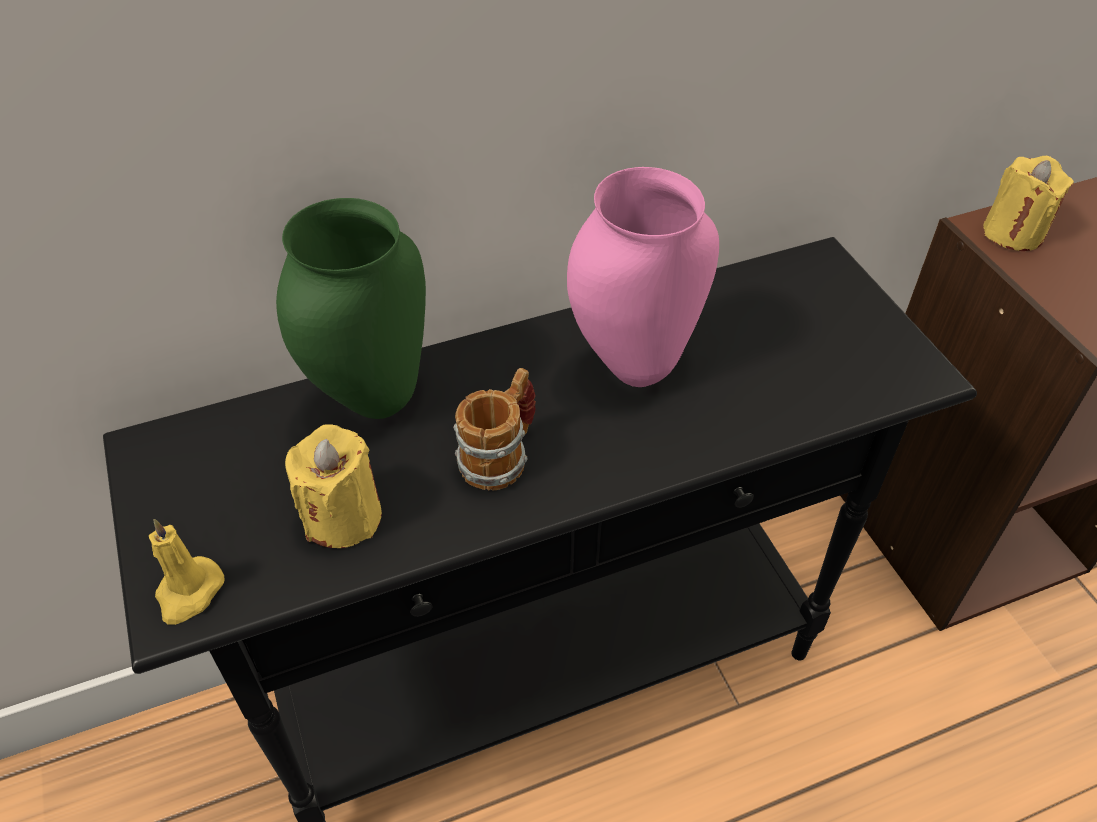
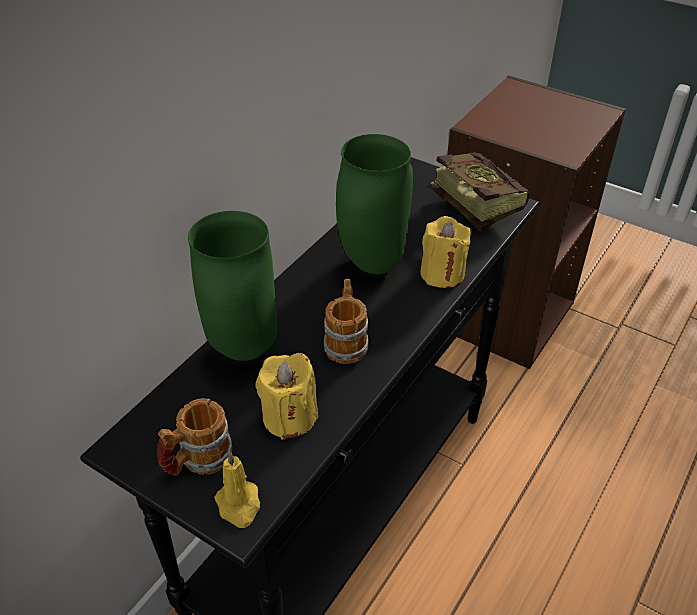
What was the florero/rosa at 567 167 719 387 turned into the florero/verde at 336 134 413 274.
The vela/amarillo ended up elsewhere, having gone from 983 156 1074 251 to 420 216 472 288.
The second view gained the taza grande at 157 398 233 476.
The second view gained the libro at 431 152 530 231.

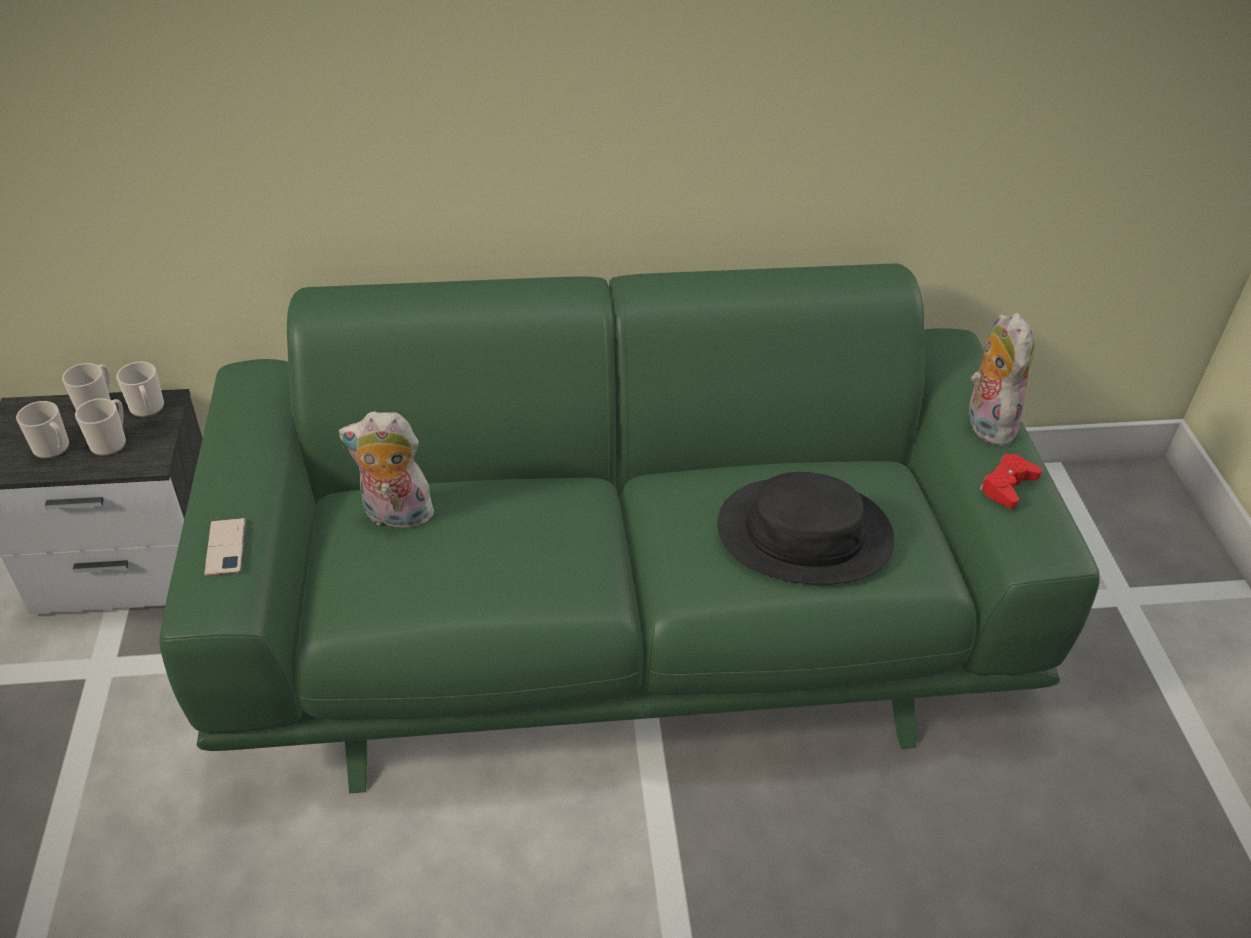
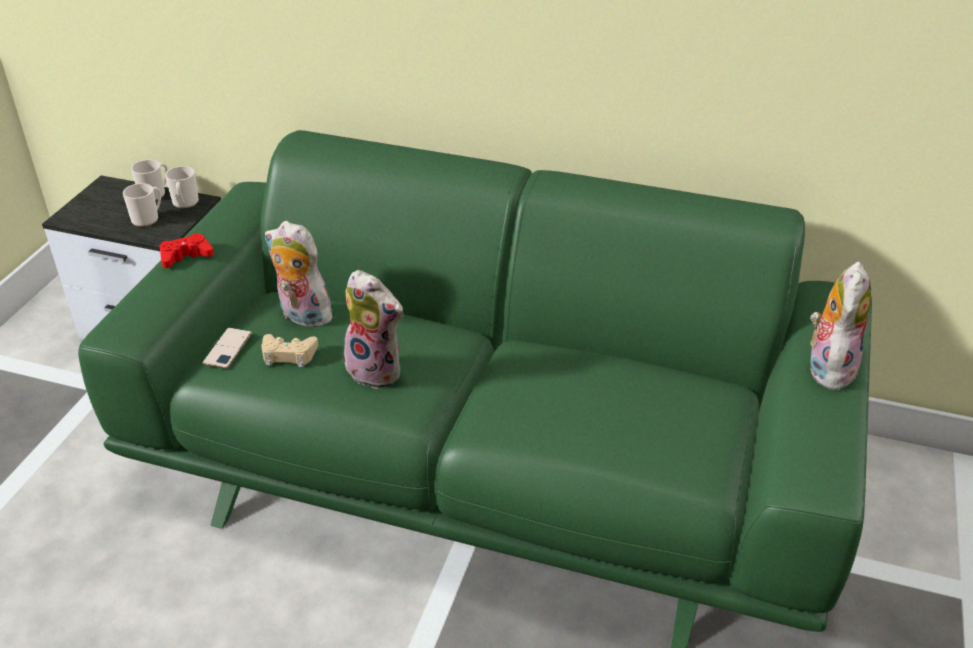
The second view lost the taza grande at 16 401 69 459.
The móvil ended up elsewhere, having gone from 204 518 246 576 to 203 328 252 369.
The second view lost the sombrero/negro at 718 472 894 585.
The mando de consola/rojo ended up elsewhere, having gone from 980 454 1042 509 to 160 233 214 268.
The second view gained the mando de consola/beis at 261 334 318 367.
The second view gained the peluche at 344 270 403 389.

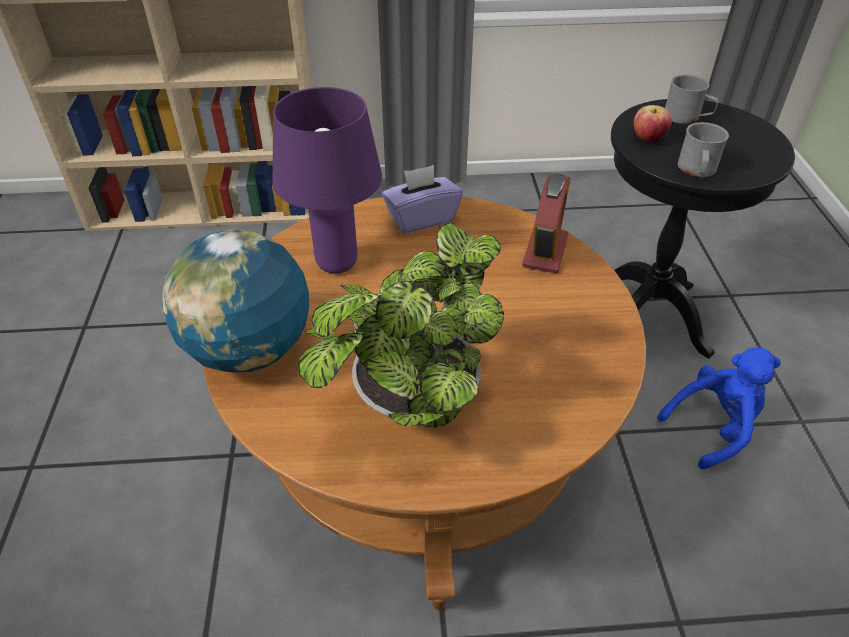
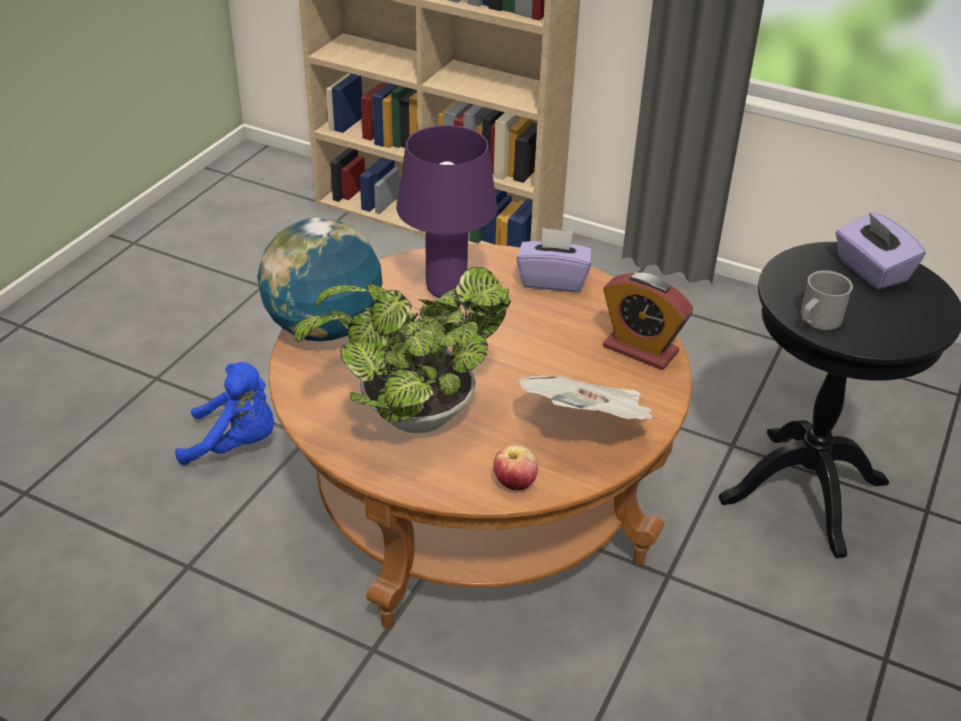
The despertador at 522 173 570 273 ended up facing another way, 75 degrees clockwise from before.
The manzana ended up elsewhere, having gone from 634 105 672 142 to 493 445 538 490.
The peluche/azul ended up elsewhere, having gone from 657 347 781 469 to 175 362 274 465.
Where the taza grande/gris stood at 665 74 719 124, the caja de pañuelos/morado came to stand at 835 212 926 290.
The second view gained the periódico at 519 375 655 420.

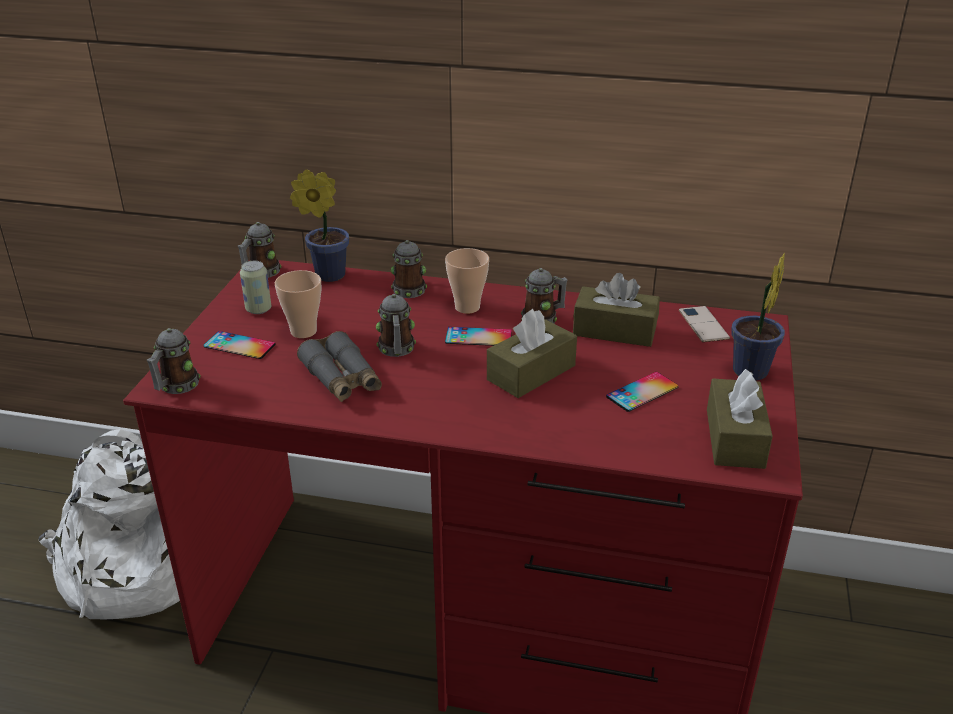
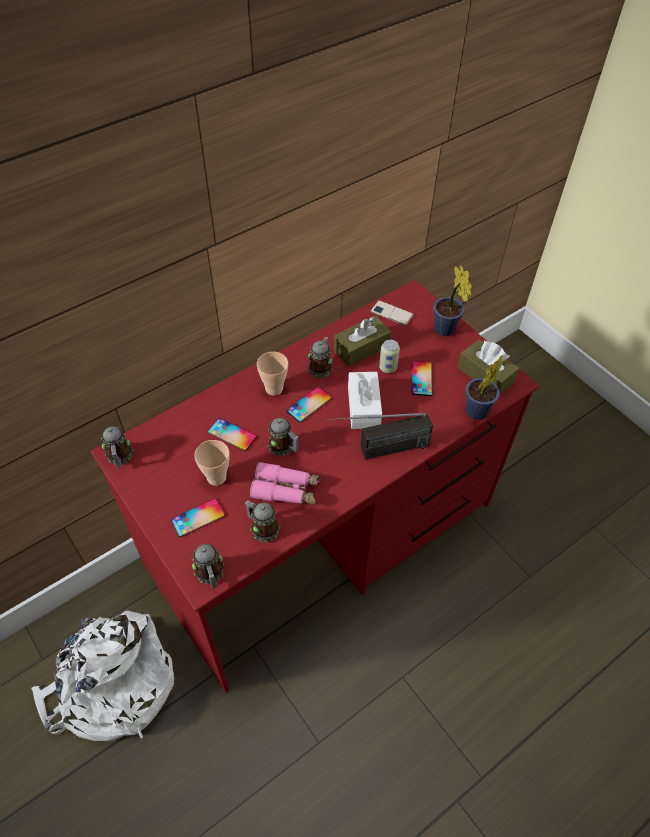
The lata ended up elsewhere, having gone from 240 261 271 314 to 379 340 400 373.
The planta en maceta ended up elsewhere, having gone from 290 169 349 282 to 465 355 504 420.
What was the prismáticos/gris at 297 331 382 402 turned into the prismáticos/rosa at 250 462 321 505.
The taza grande ended up elsewhere, having gone from 391 240 427 298 to 245 500 280 542.
What was the caja de pañuelos/marrón at 487 309 577 398 turned into the caja de pañuelos/blanco at 348 372 382 429.
The second view gained the móvil at 208 418 257 451.
The second view gained the radio at 326 413 433 460.

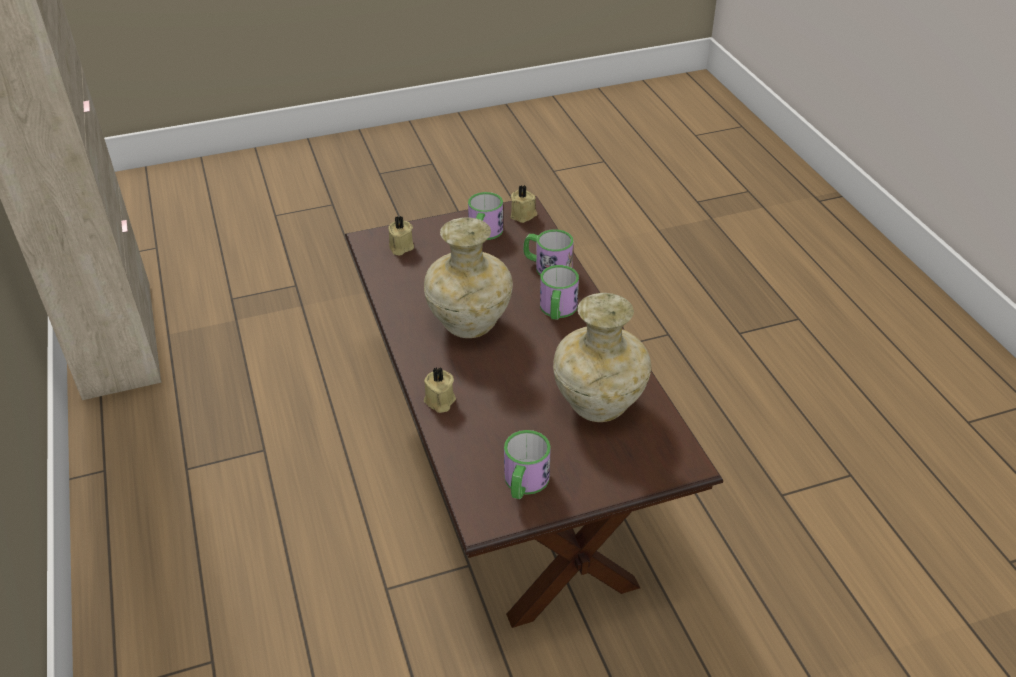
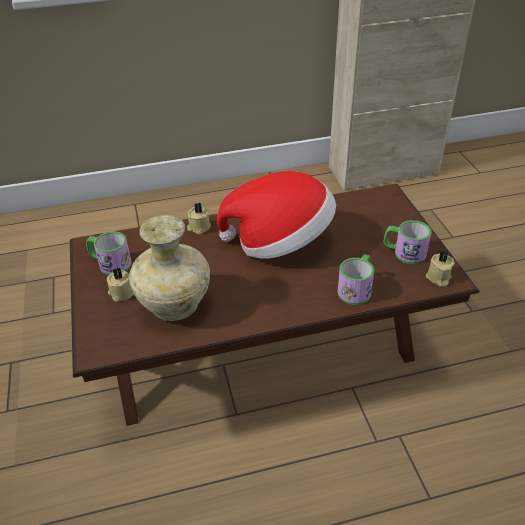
The vela/beis ended up elsewhere, having gone from 388 216 414 255 to 107 267 134 302.
Where the florero/beis stood at 424 217 513 338, the sombrero came to stand at 217 171 336 259.
The second view lost the taza grande at 540 265 579 320.

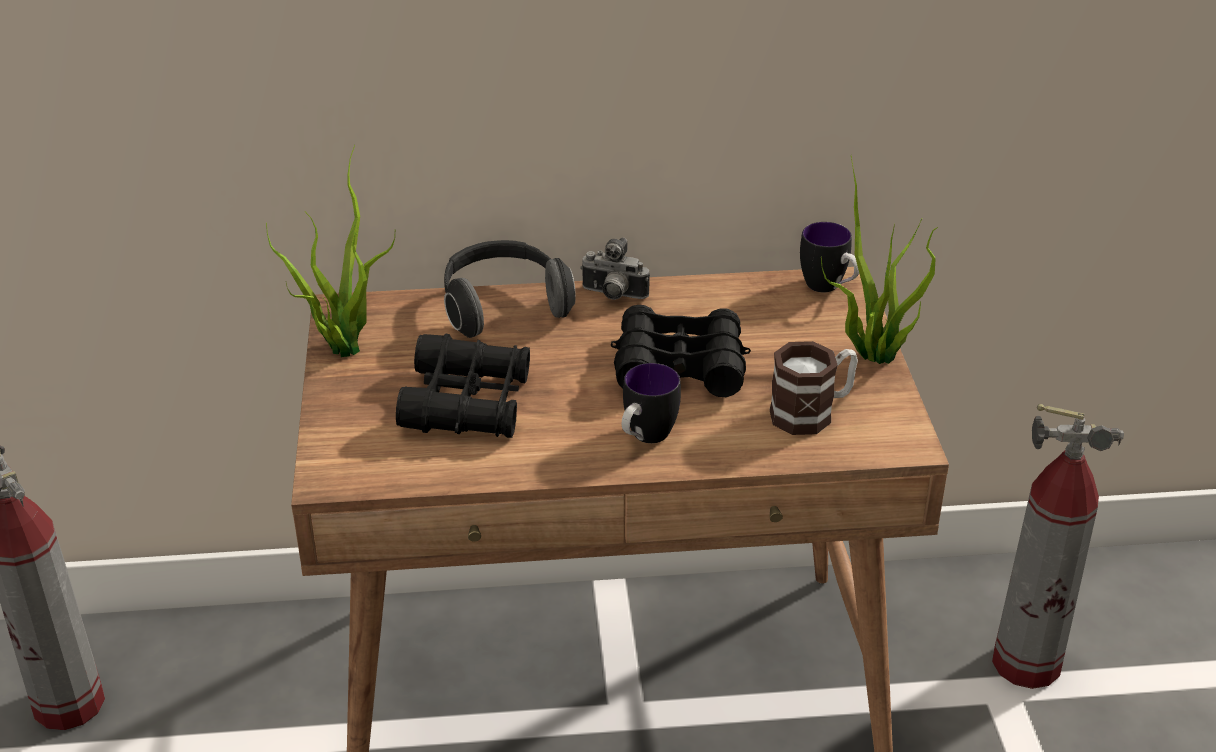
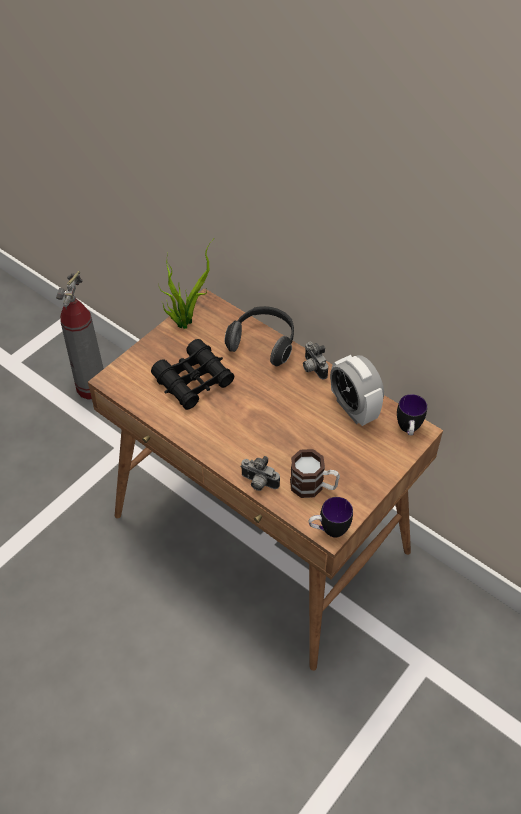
The second view lost the prismáticos/negro at 611 305 751 397.
The taza grande ended up elsewhere, having gone from 622 363 681 443 to 309 497 353 538.
The second view lost the planta en maceta at 821 156 938 364.
The second view lost the extintor at 992 404 1124 689.
The second view gained the cámara at 240 456 280 491.
The second view gained the despertador at 330 355 384 426.

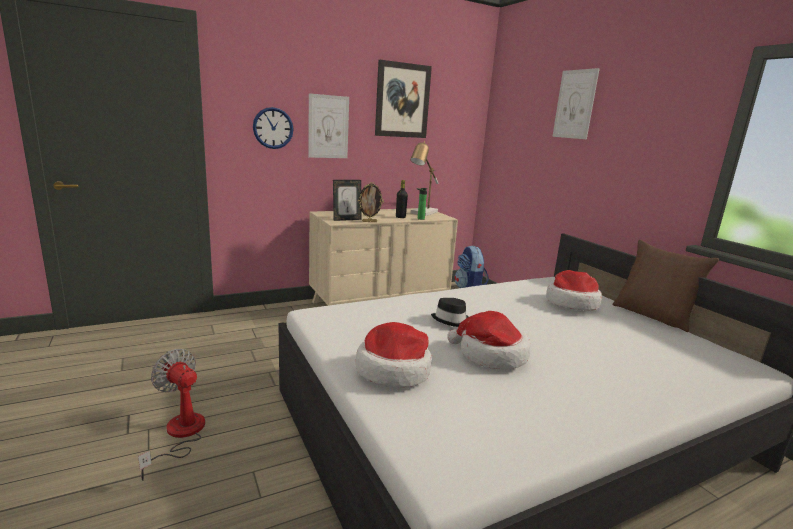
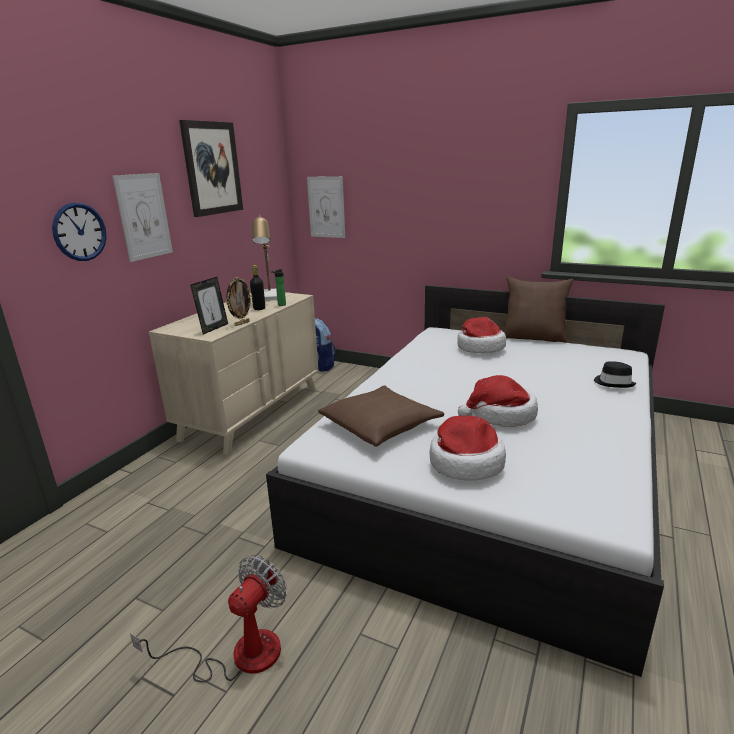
The ventilador at 138 349 205 481 ended up facing another way, 120 degrees clockwise from before.
The sombrero/negro ended up elsewhere, having gone from 431 298 469 327 to 594 362 636 388.
The cuadro ended up elsewhere, having gone from 552 68 600 139 to 307 176 345 238.
The second view gained the cojín/marrón at 318 385 444 447.

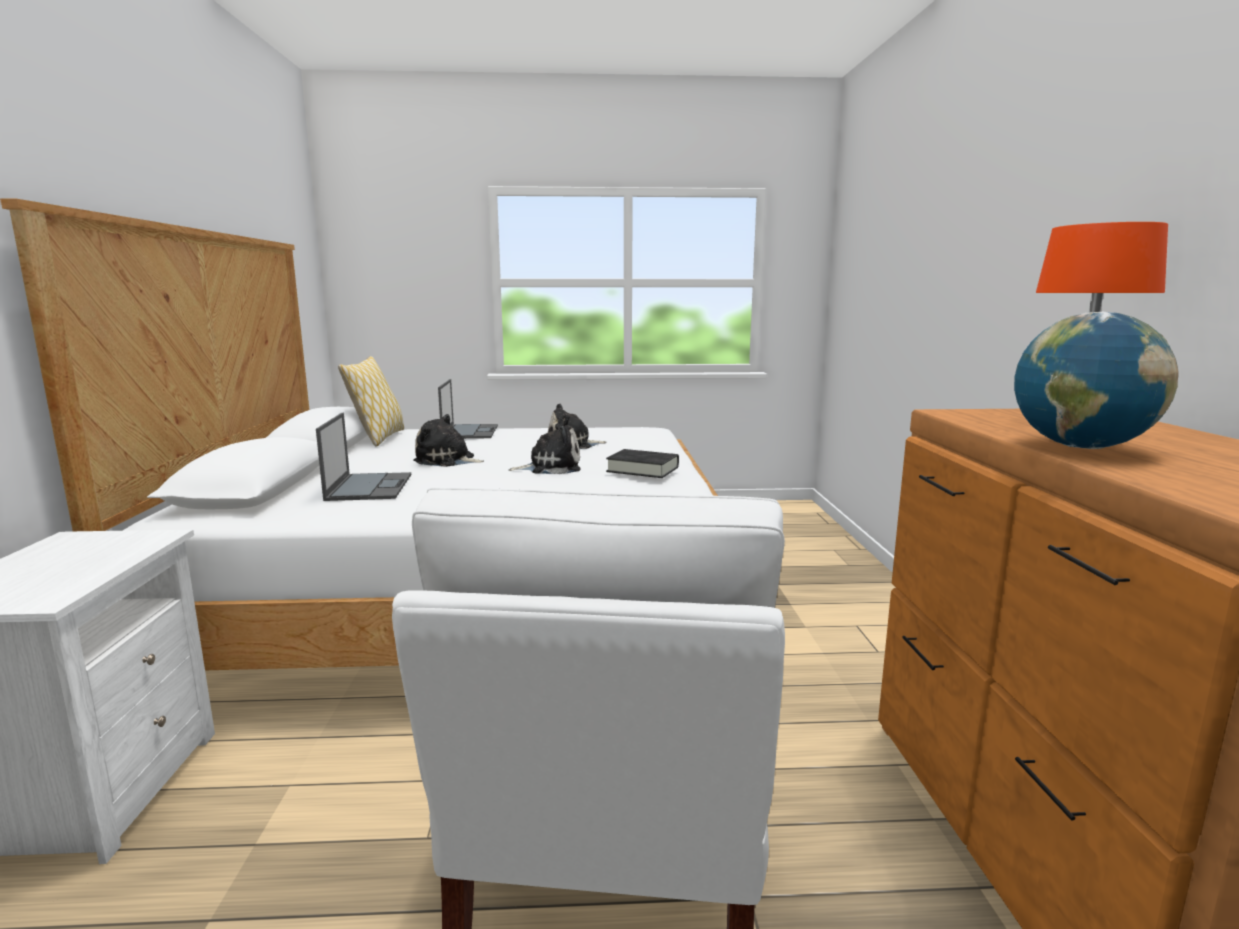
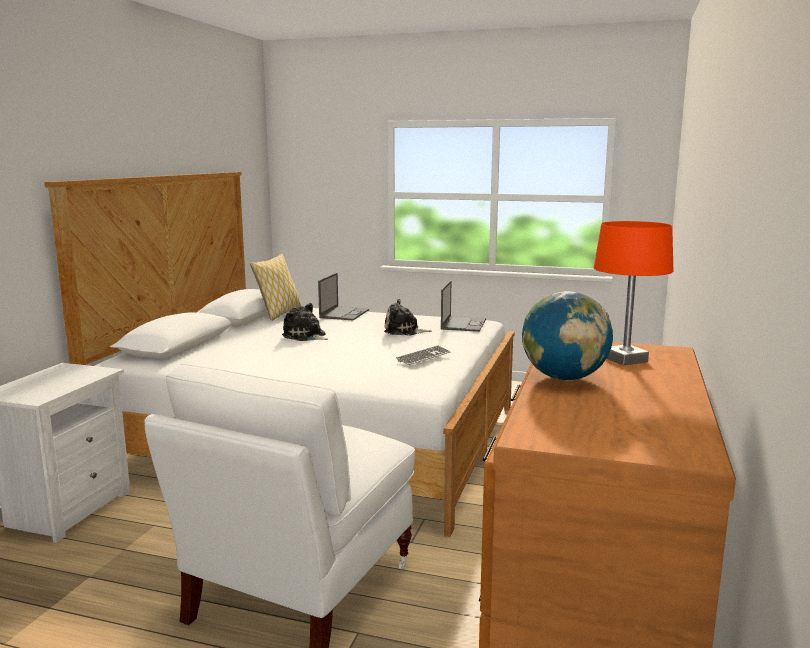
The portátil ended up elsewhere, having gone from 316 413 411 501 to 441 280 486 332.
The second view lost the peluche at 509 423 580 474.
Where the libro/negro stood at 606 449 679 478, the teclado came to stand at 396 345 451 365.

